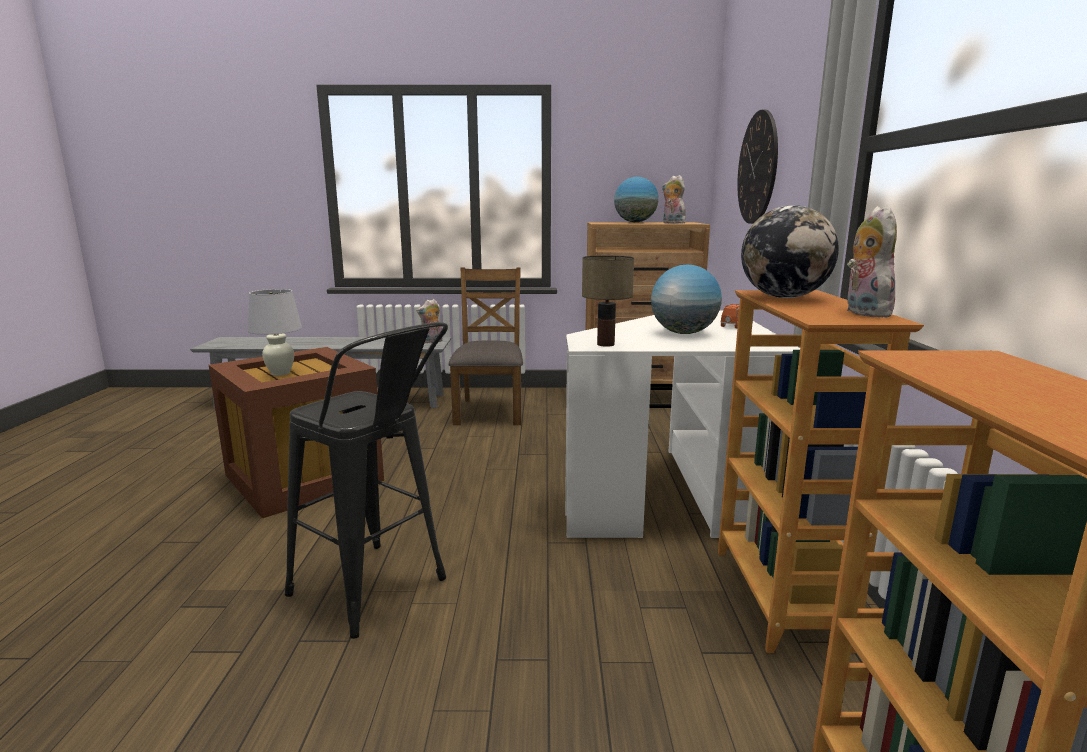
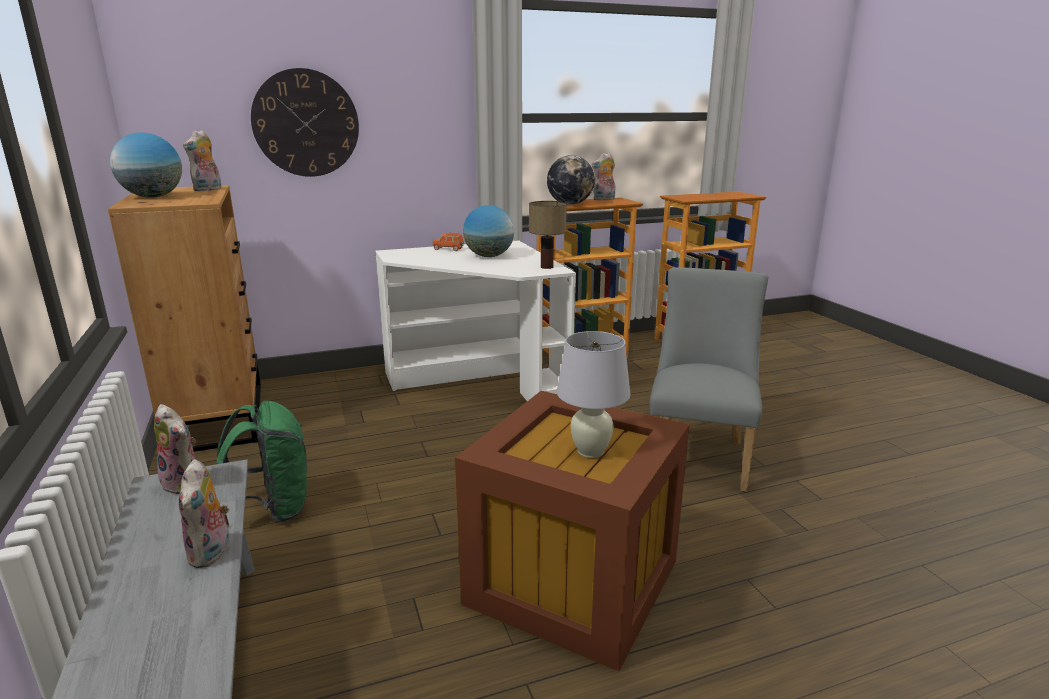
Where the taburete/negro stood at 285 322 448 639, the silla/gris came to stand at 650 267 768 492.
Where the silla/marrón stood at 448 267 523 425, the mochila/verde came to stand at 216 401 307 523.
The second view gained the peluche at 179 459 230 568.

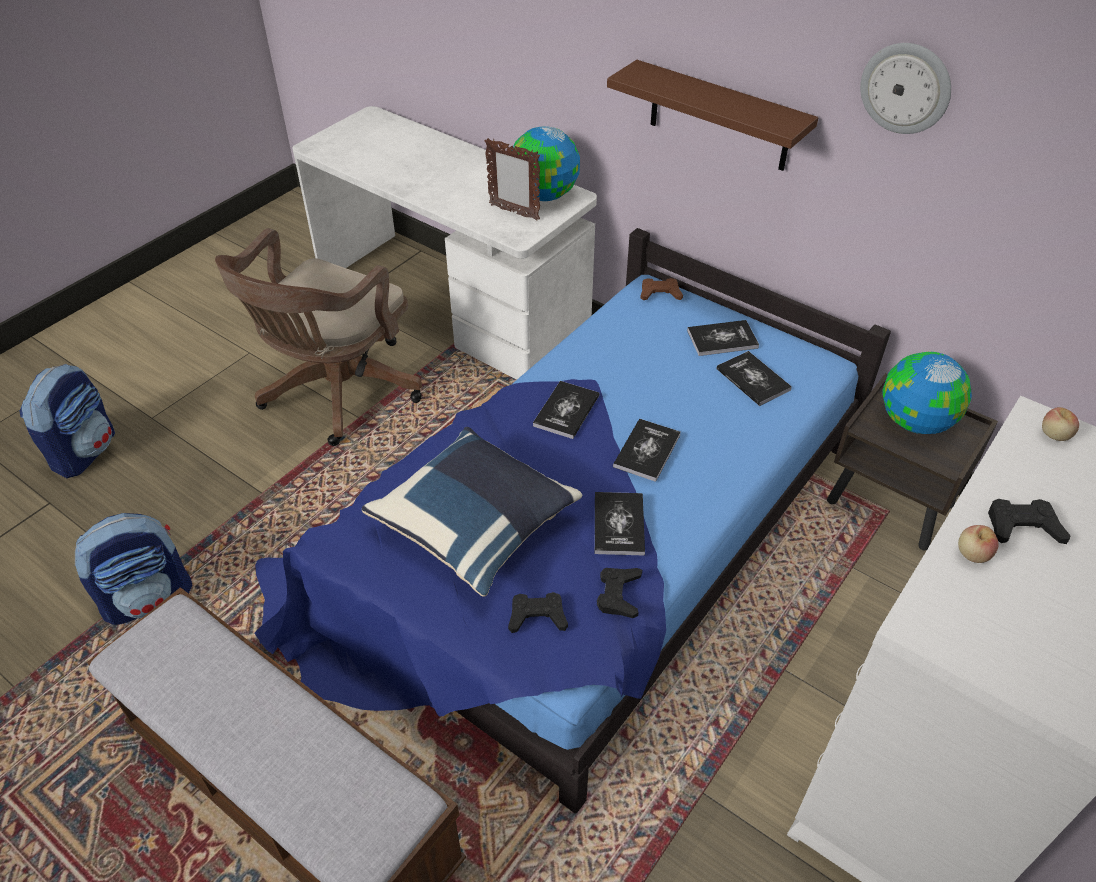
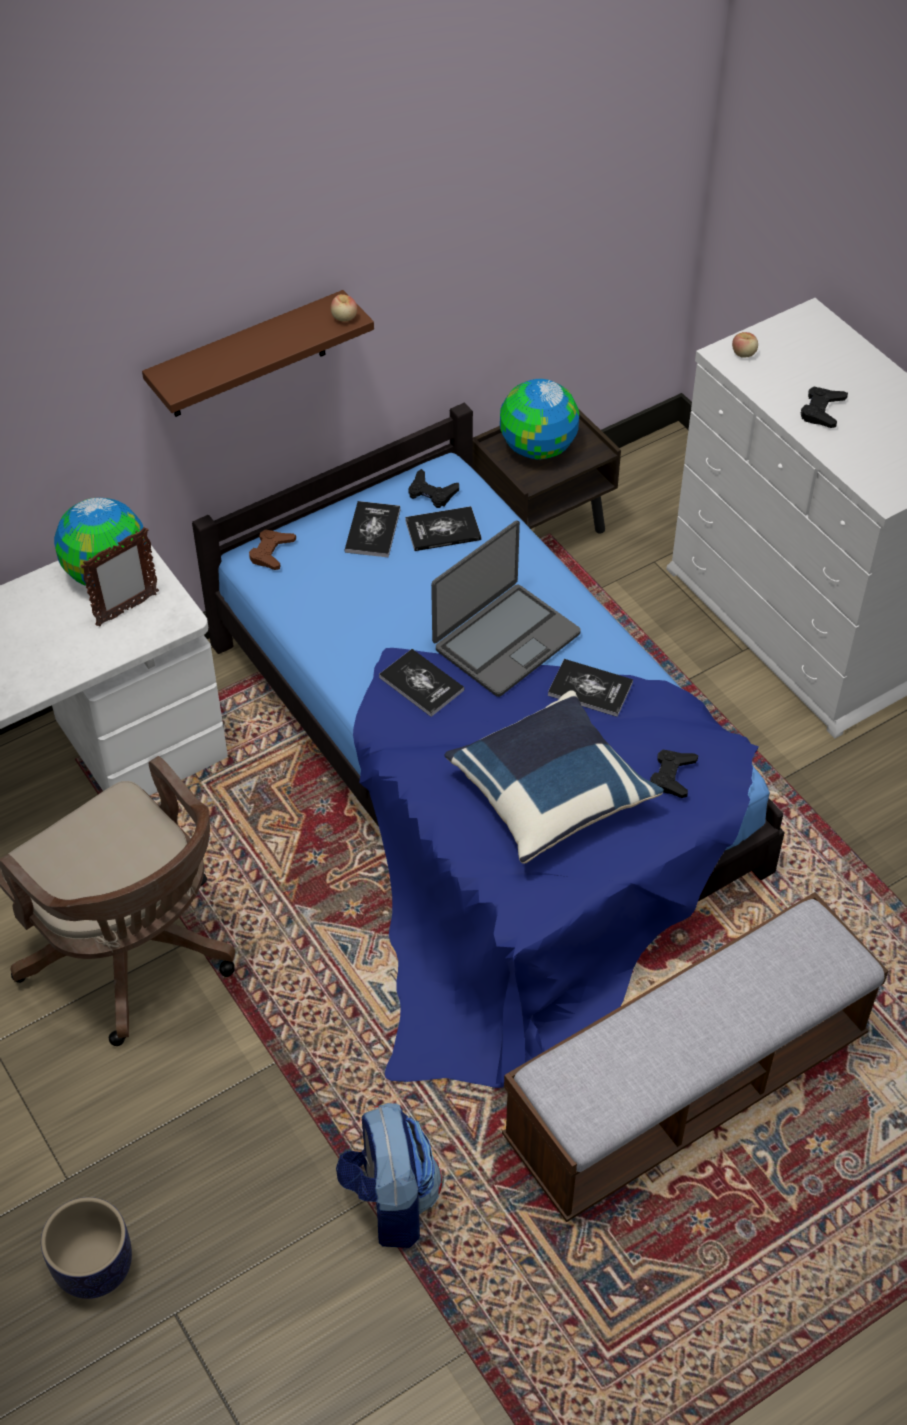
Where the mochila stood at 20 364 115 478, the maceta came to stand at 41 1197 132 1299.
The mando de consola/negro ended up elsewhere, having gone from 597 568 642 618 to 408 469 459 508.
Where the libro stood at 613 419 680 482, the portátil came to stand at 431 520 581 697.
The second view lost the reloj de pared at 860 43 951 134.
The manzana ended up elsewhere, having gone from 958 525 999 563 to 331 294 357 322.

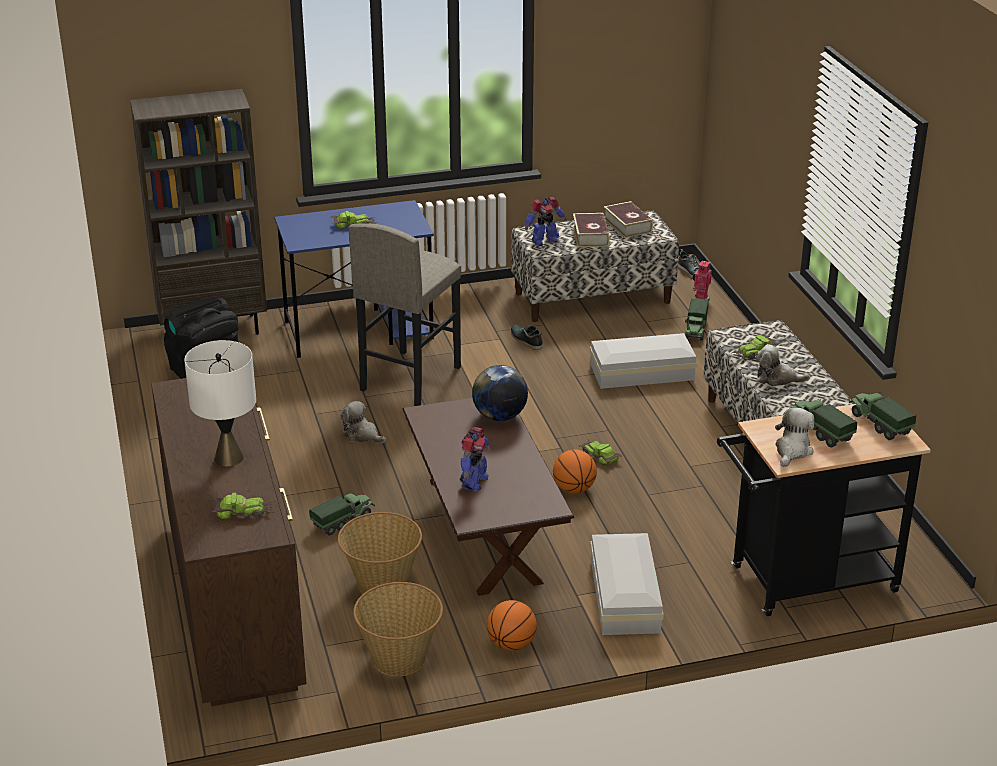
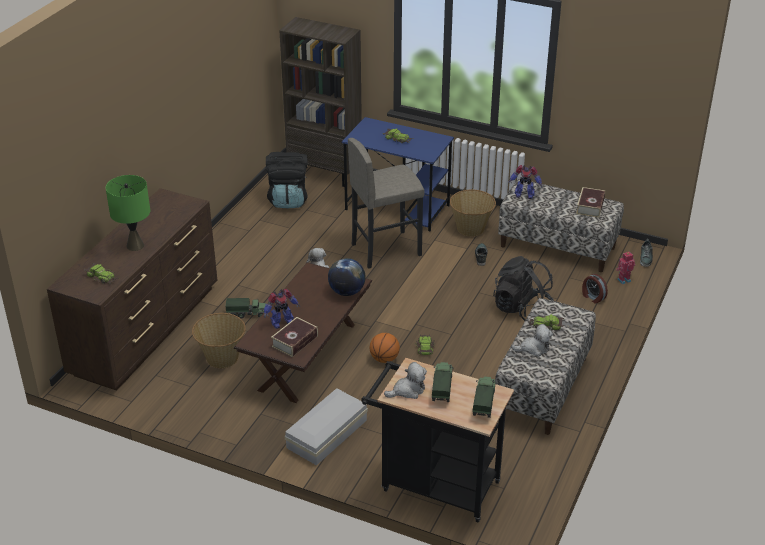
What was the lámpara de mesa/blanco at 184 340 256 467 turned into the lámpara de mesa/verde at 106 175 150 251.
The cesta ended up elsewhere, having gone from 353 582 443 676 to 450 190 496 237.
The second view lost the balón de baloncesto at 487 600 537 651.
The libro ended up elsewhere, having gone from 573 213 610 247 to 271 317 318 357.
Where the caja de almacenaje/blanco stood at 590 333 697 389, the mochila/negro came to stand at 493 256 554 321.
Where the camión de juguete stood at 685 298 708 341, the despertador came to stand at 582 274 608 304.
The peluche at 755 344 809 387 ended up facing another way, 120 degrees clockwise from before.

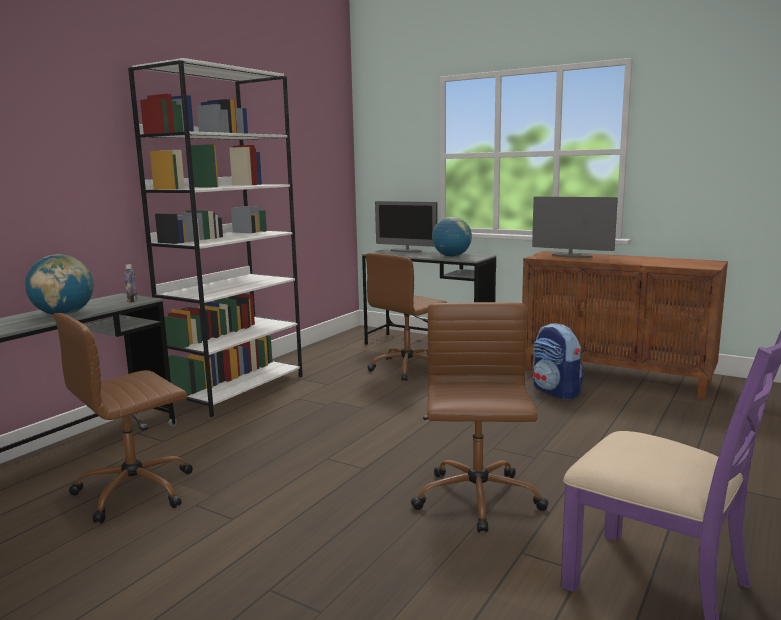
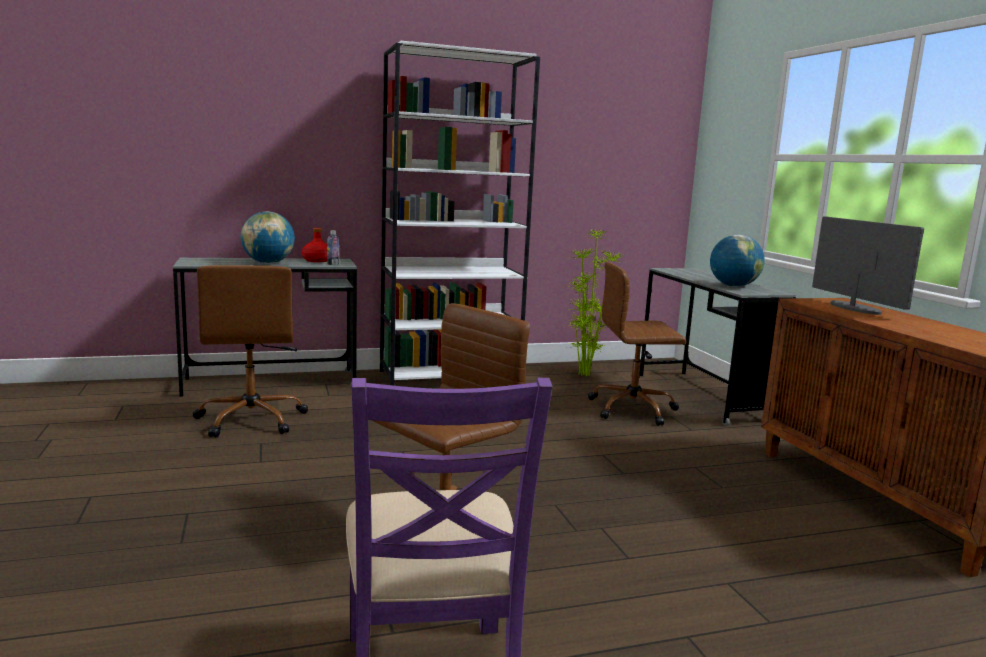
The silla de oficina/marrón at 54 313 193 523 ended up facing another way, 105 degrees counterclockwise from before.
The second view lost the monitor at 375 201 438 253.
The second view lost the mochila at 533 323 585 399.
The second view gained the botella/rojo at 302 228 327 262.
The second view gained the planta en maceta at 568 229 625 376.

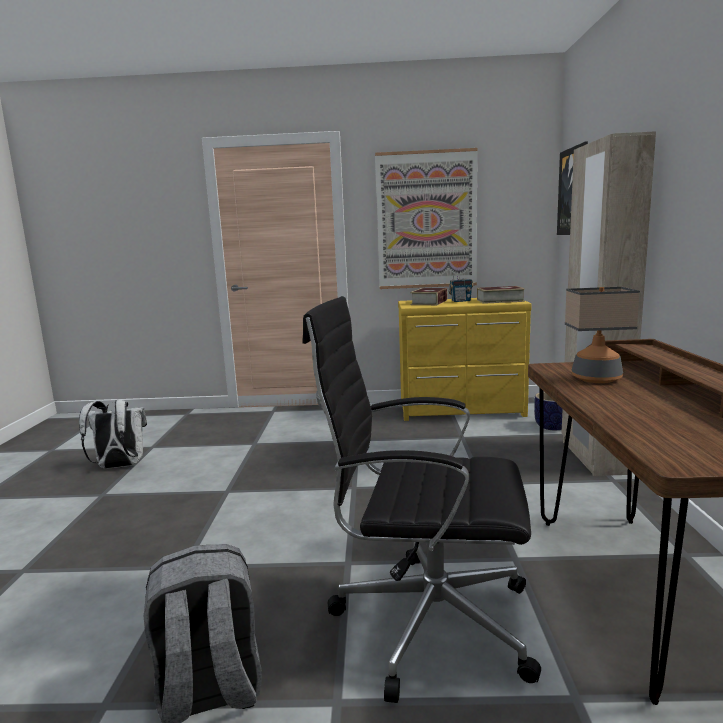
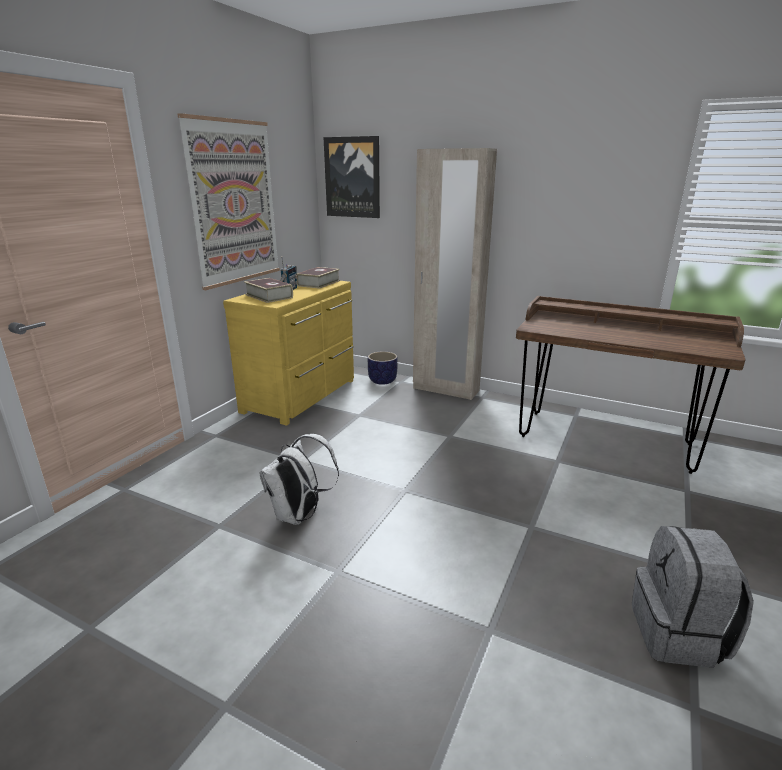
The mochila/blanco ended up elsewhere, having gone from 79 400 147 469 to 259 434 339 525.
The second view lost the silla de oficina/negro at 302 296 541 703.
The second view lost the lámpara de mesa at 565 287 640 383.

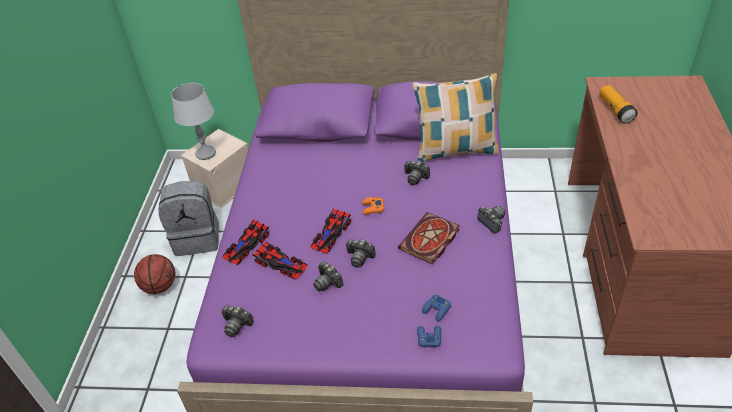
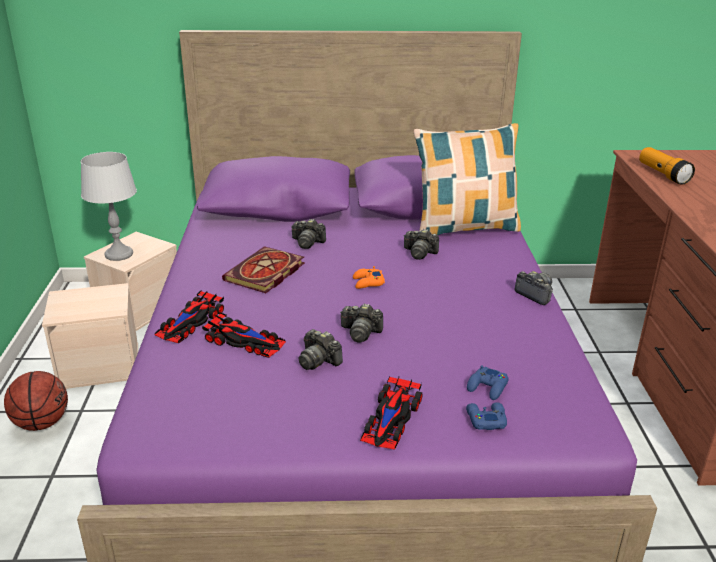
Where the mochila/gris stood at 158 181 219 256, the caja de almacenaje/beis came to stand at 42 283 138 389.
The cámara ended up elsewhere, having gone from 222 305 254 337 to 291 219 326 249.
The coche de juguete ended up elsewhere, having gone from 310 208 351 253 to 360 376 423 449.
The libro ended up elsewhere, having gone from 398 212 460 265 to 222 246 305 293.

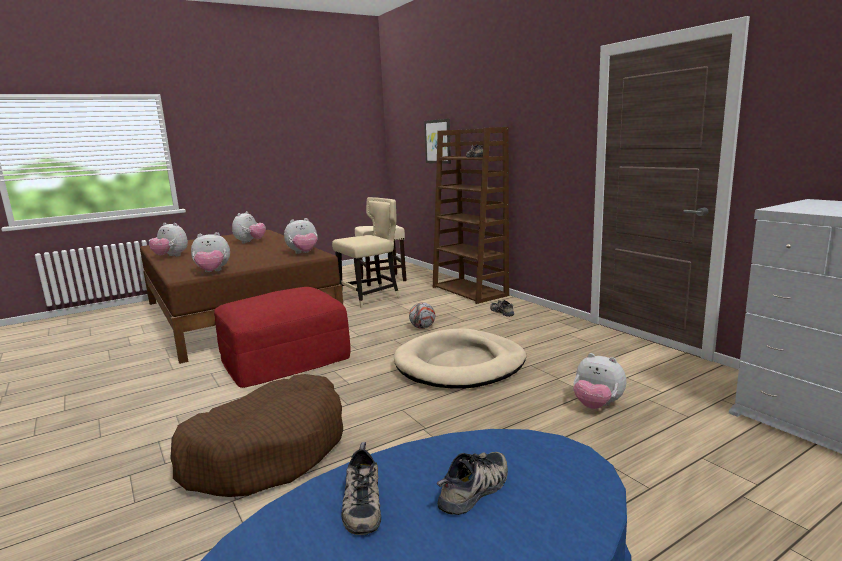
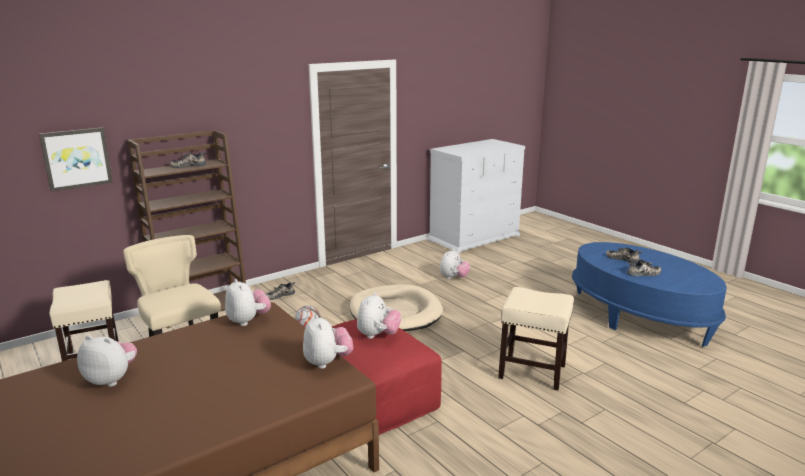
The peluche ended up elsewhere, having gone from 149 223 188 256 to 357 292 401 339.
Where the cama para perro/marrón stood at 170 374 343 497, the taburete/beis came to stand at 498 287 574 390.

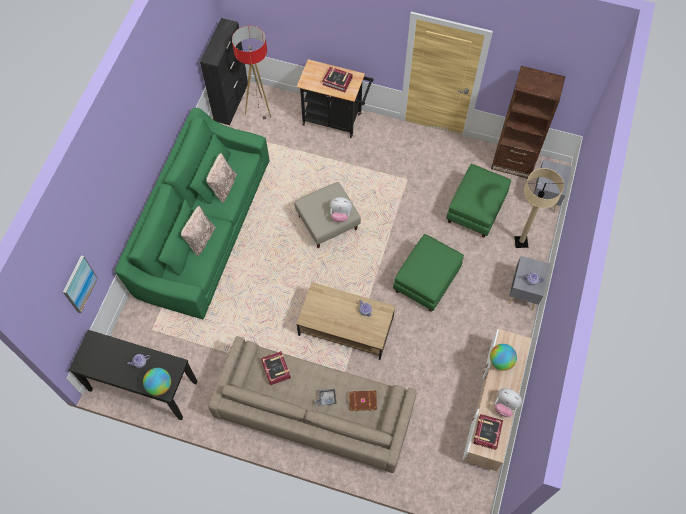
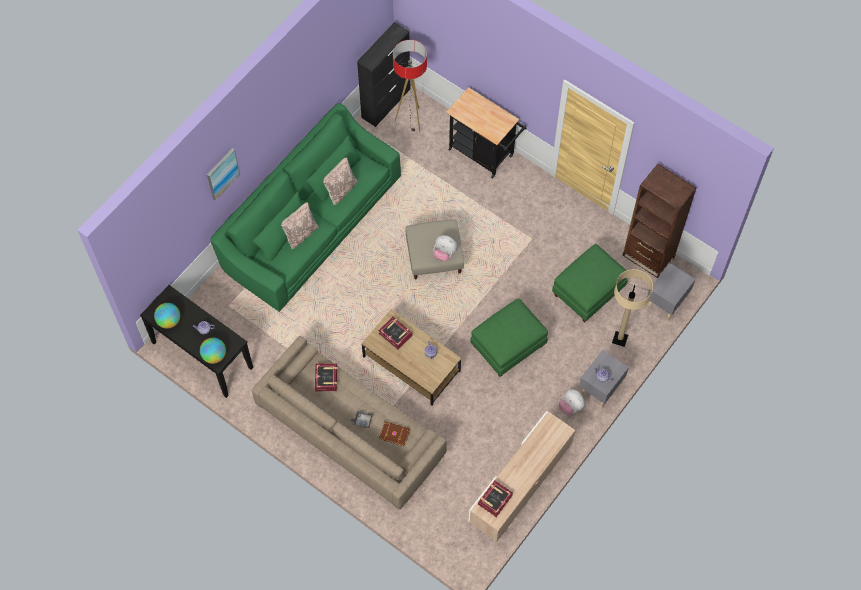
The cuadro ended up elsewhere, having gone from 63 256 98 313 to 207 148 240 201.
The libro ended up elsewhere, having gone from 322 67 353 92 to 378 317 412 350.
The globo terráqueo ended up elsewhere, having gone from 490 344 517 371 to 154 303 180 329.
The peluche ended up elsewhere, having gone from 495 388 522 417 to 559 389 585 415.

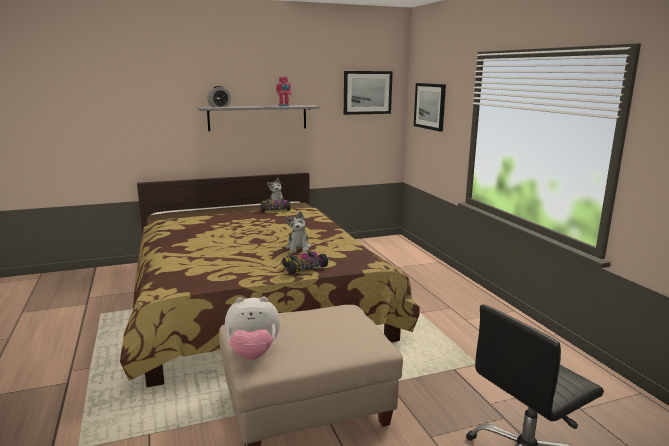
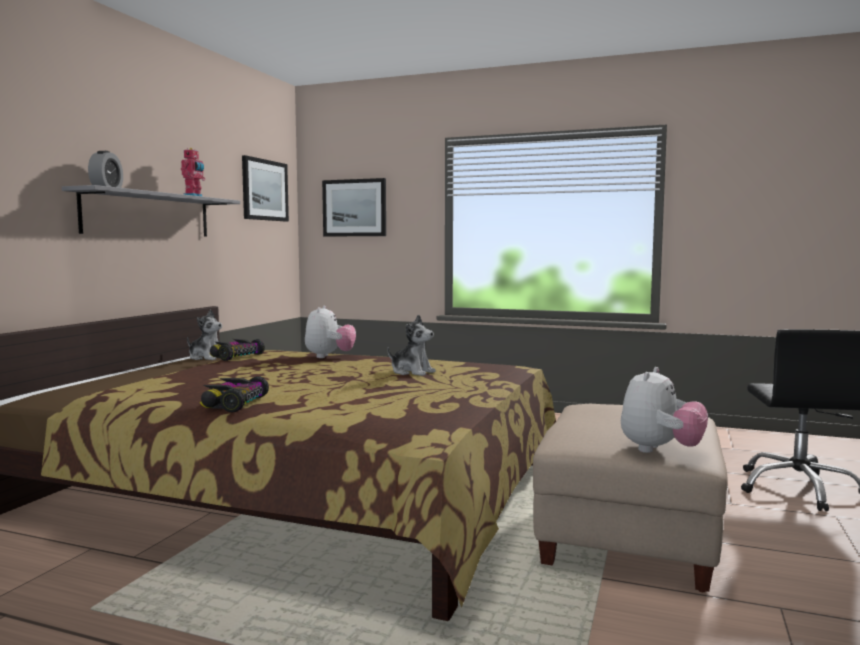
The coche de juguete ended up elsewhere, having gone from 282 250 328 274 to 200 376 269 413.
The second view gained the peluche at 305 305 356 358.

